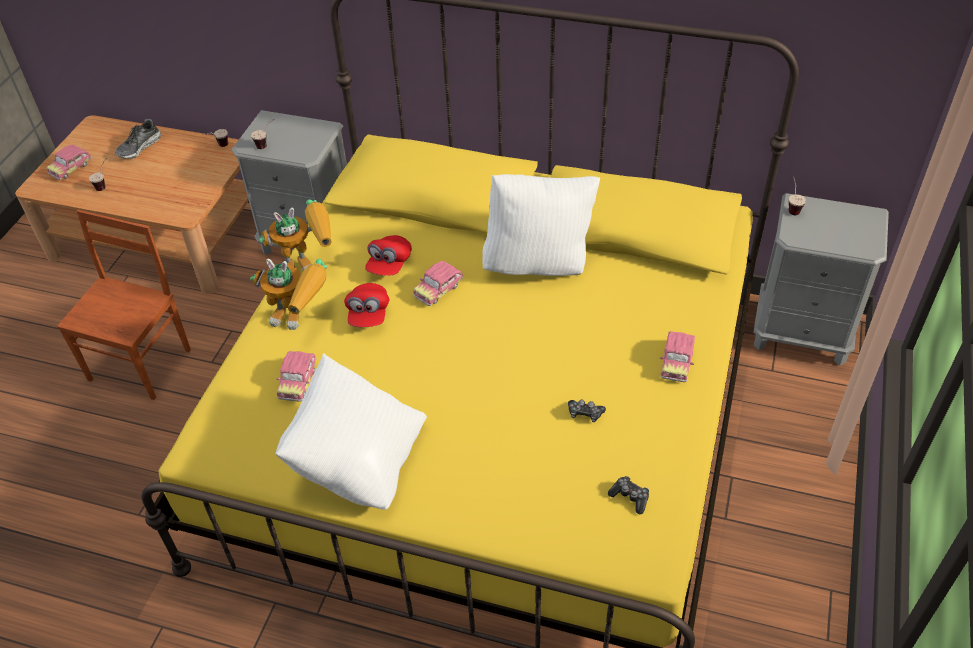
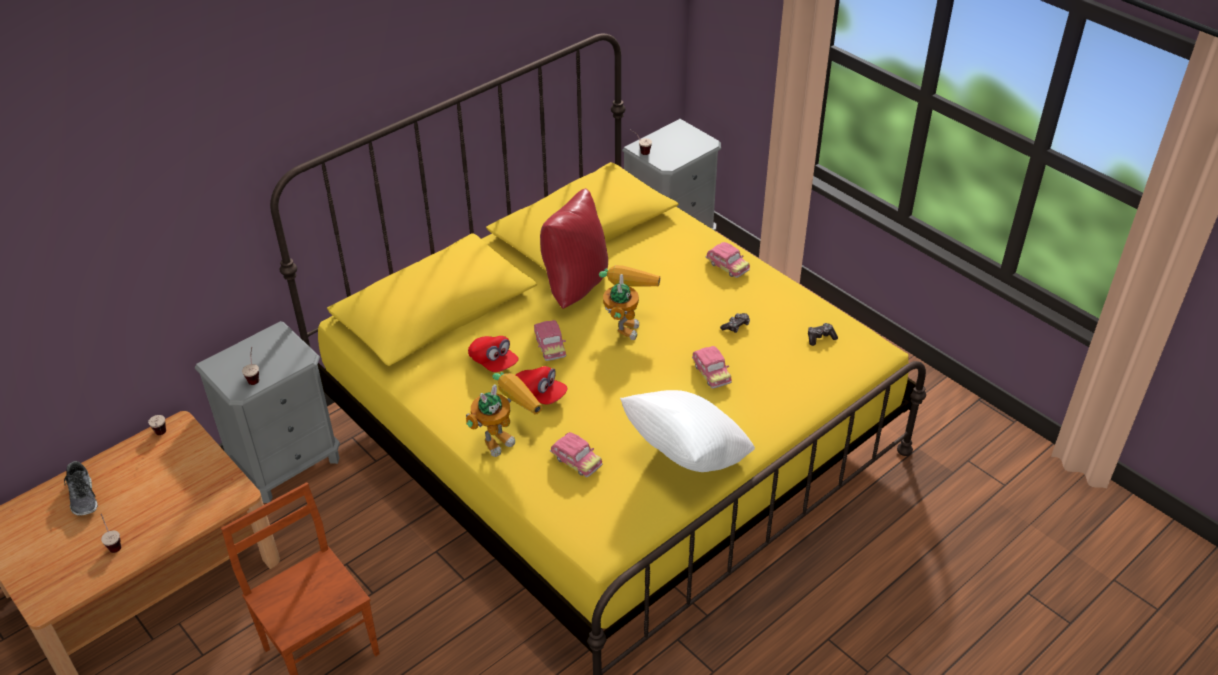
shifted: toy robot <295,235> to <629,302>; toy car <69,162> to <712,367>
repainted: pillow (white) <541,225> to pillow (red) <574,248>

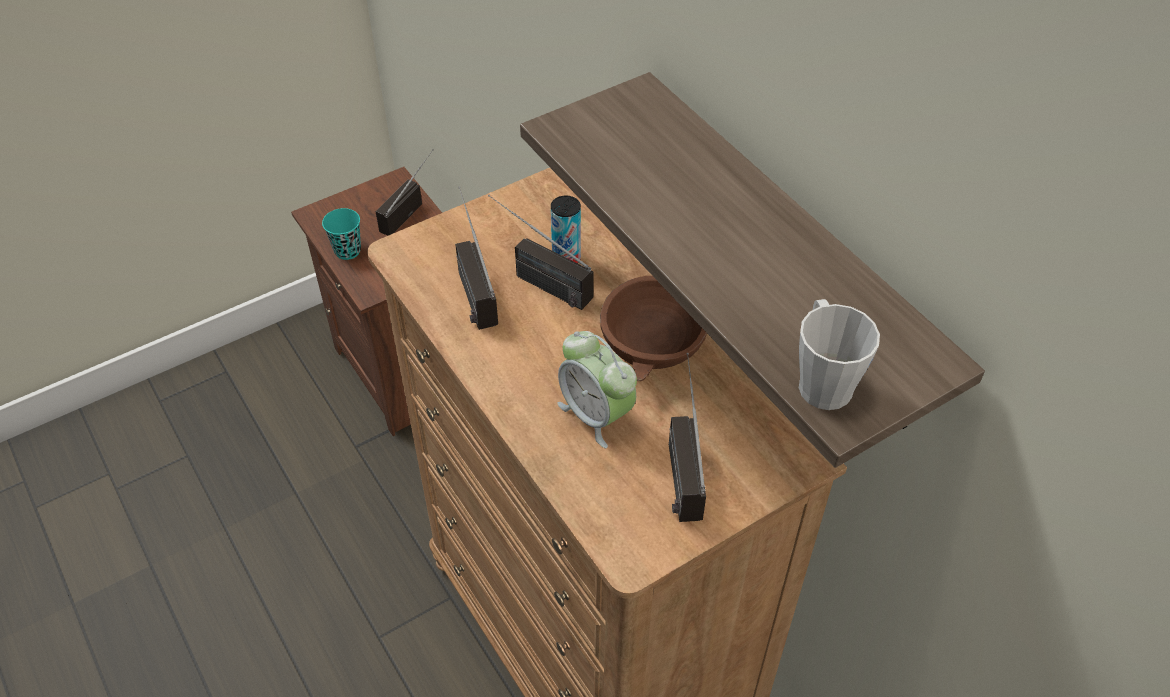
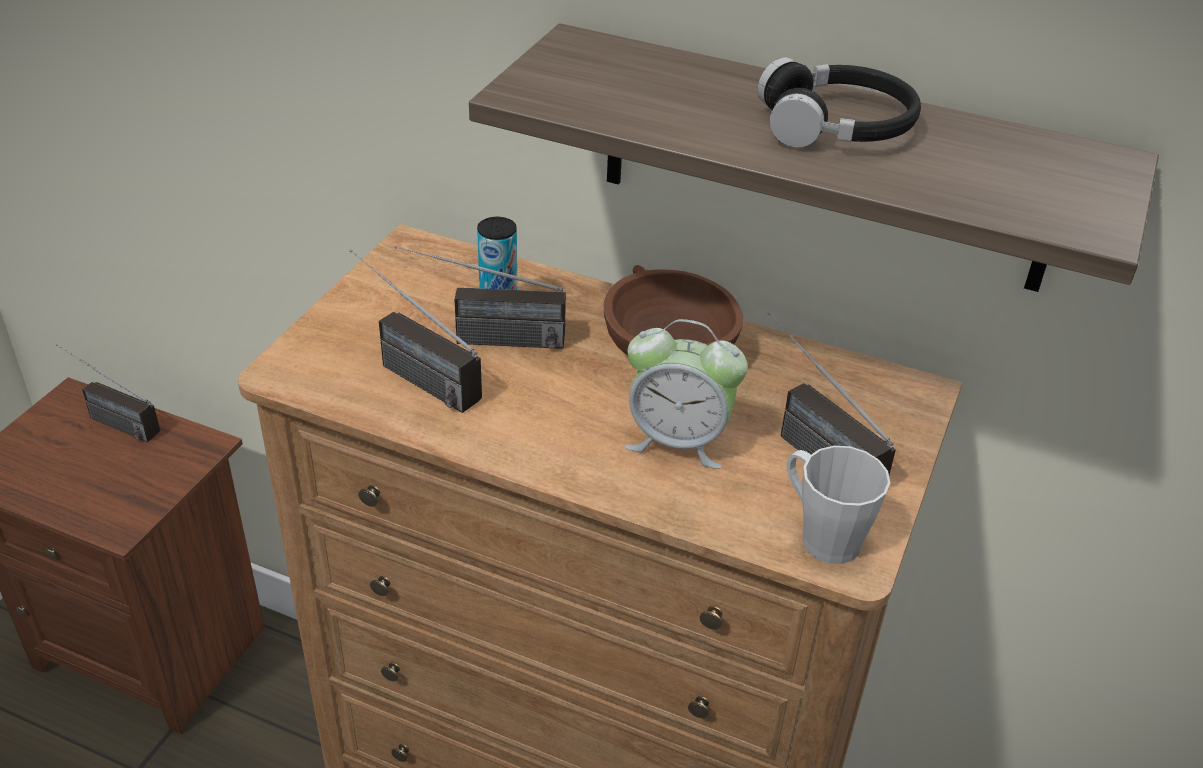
gone: cup (turquoise) <341,234>
new: headphones (black) <839,103>
shifted: mug (grey) <839,354> to <838,505>
rotated: radio <404,192> = <108,393> 60 degrees counterclockwise

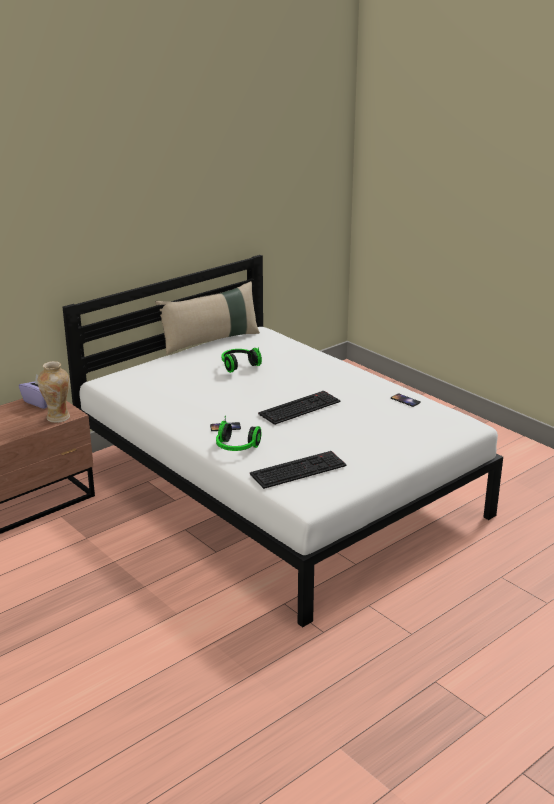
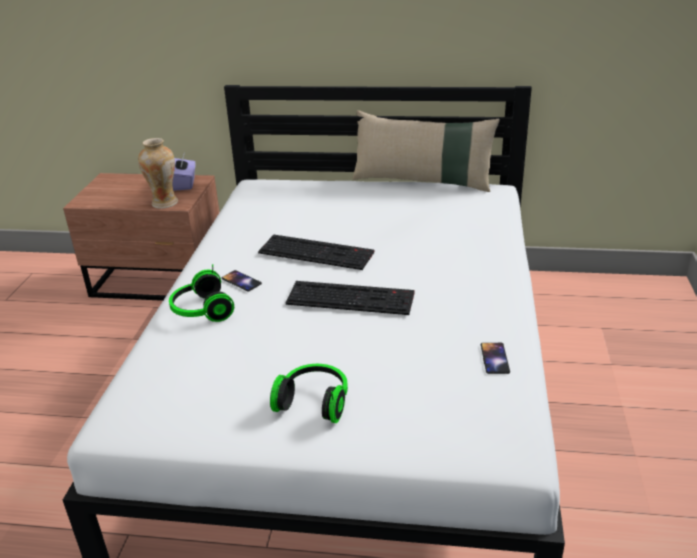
shifted: keyboard <298,470> to <316,252>; headphones <242,360> to <309,393>

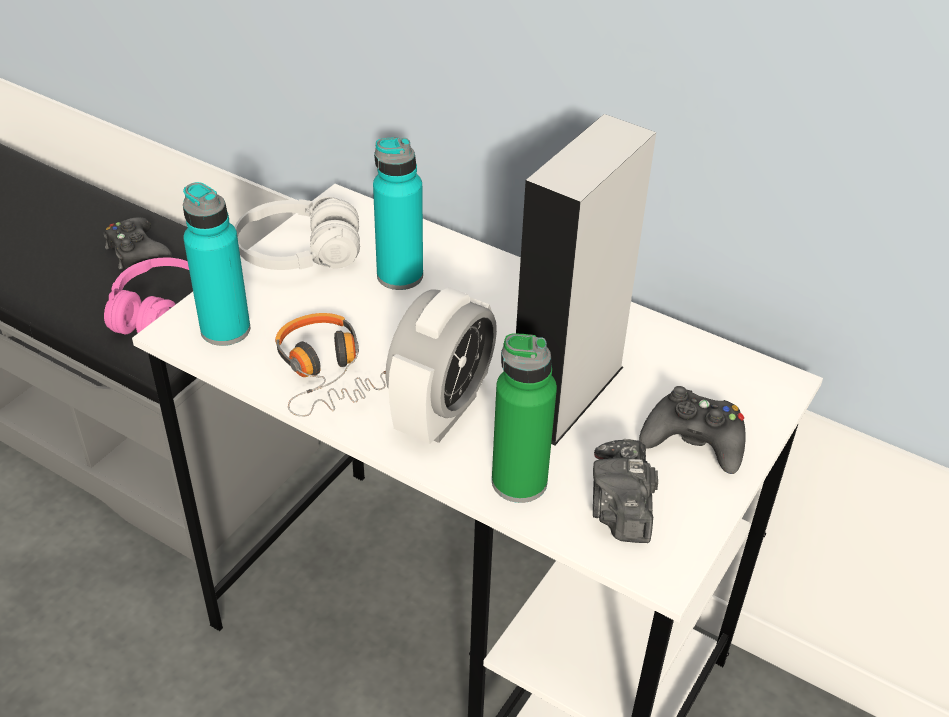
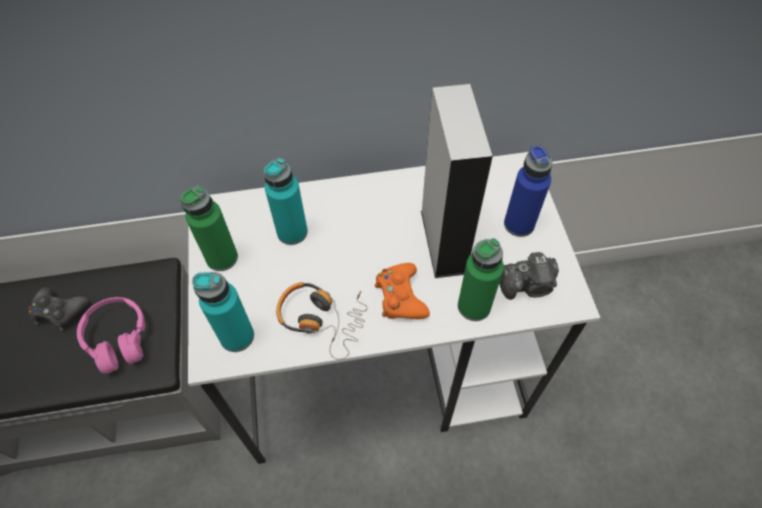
swapped: headphones (white) <297,233> to bottle (green) <209,228>; alarm clock <441,365> to game controller (orange) <402,291>; game controller (black) <692,430> to bottle (blue) <528,191>
rotated: photo camera <625,491> = <529,276> 60 degrees counterclockwise

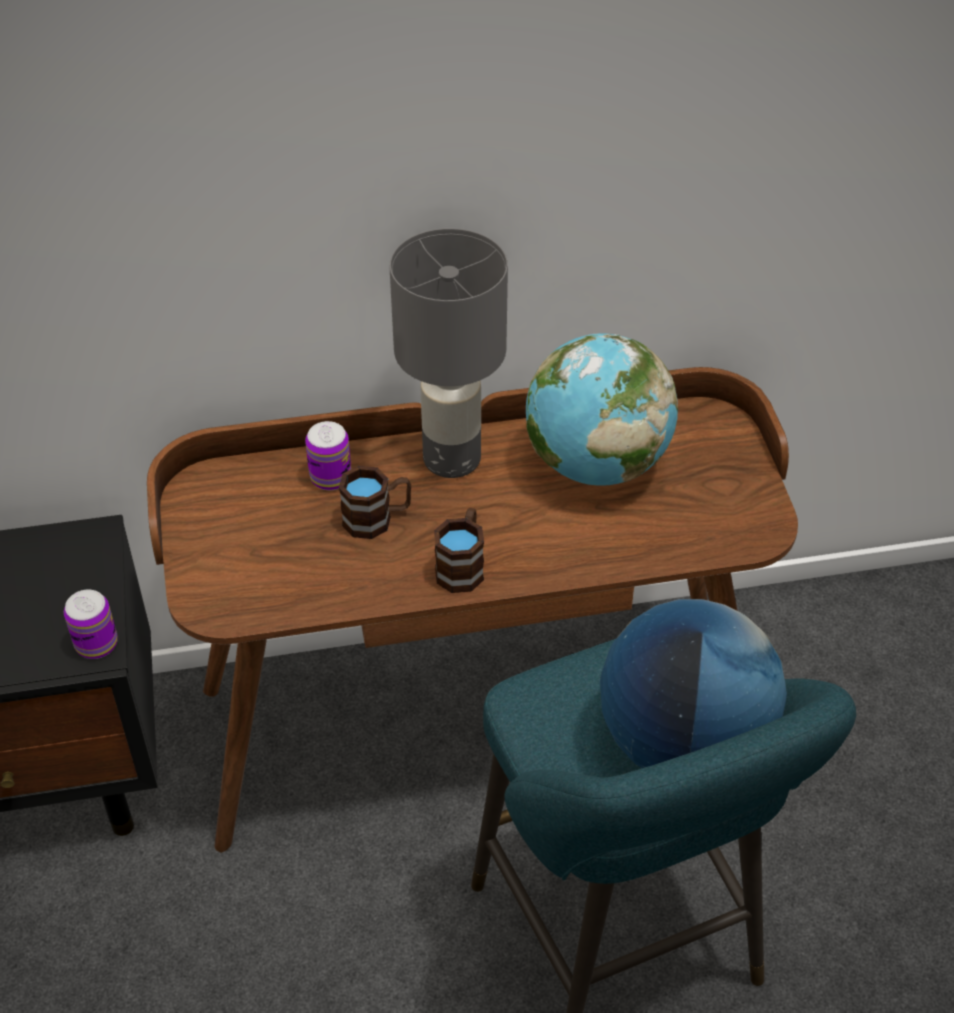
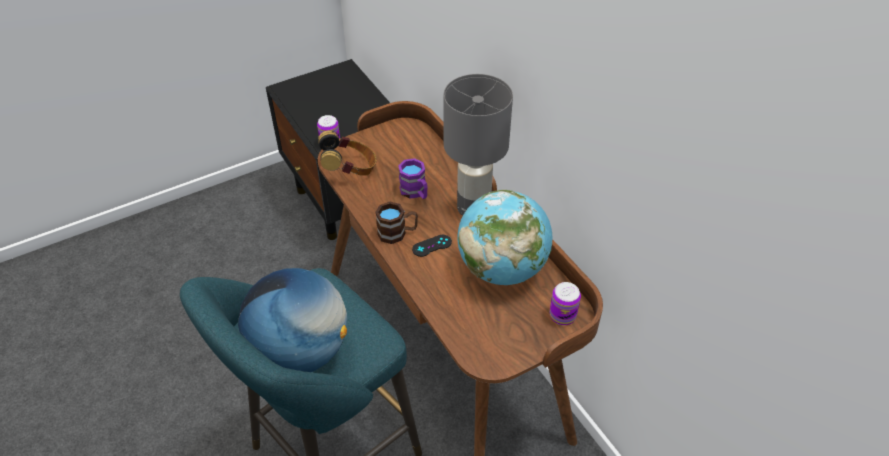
new: headphones <347,153>; game controller (black) <432,246>
shifted: can <328,455> to <565,303>
repainted: mug (brown) <375,502> to mug (purple) <413,178>

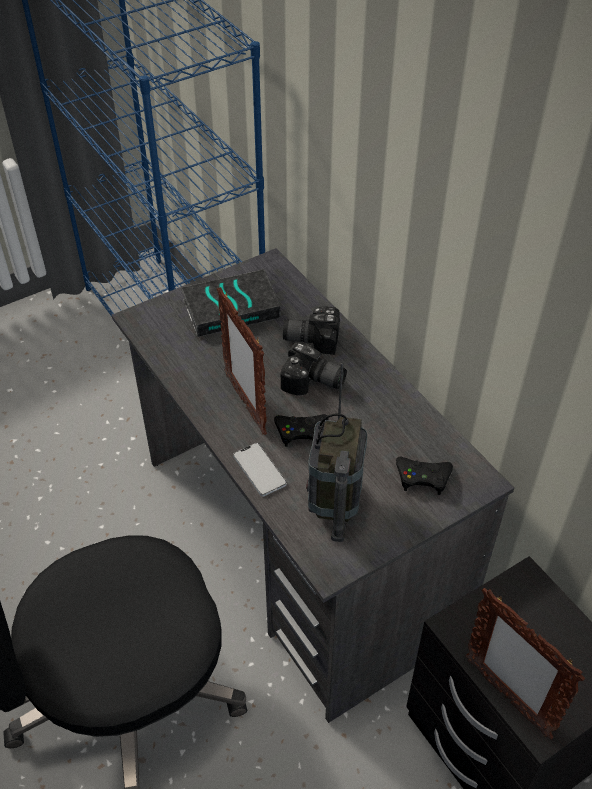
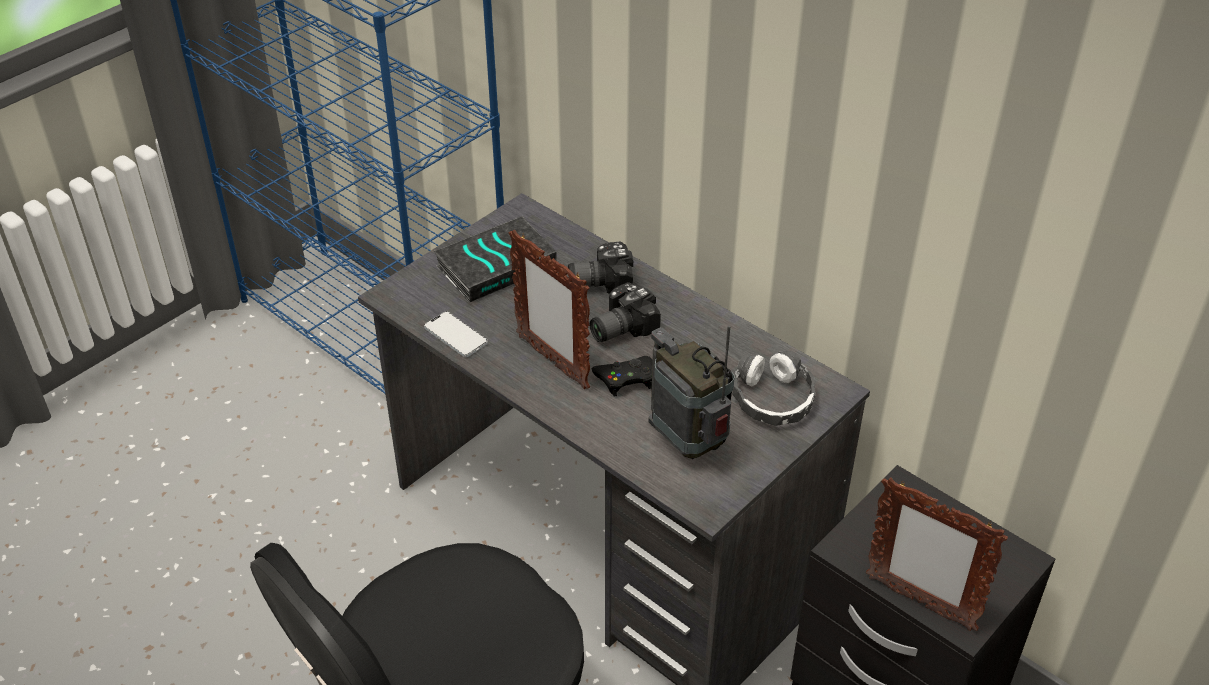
shifted: phone <260,469> to <456,334>
swapped: game controller (black) <424,476> to headphones <774,388>
rotated: photo camera <314,369> = <625,312> 135 degrees clockwise; radio <336,452> = <692,392> 150 degrees clockwise

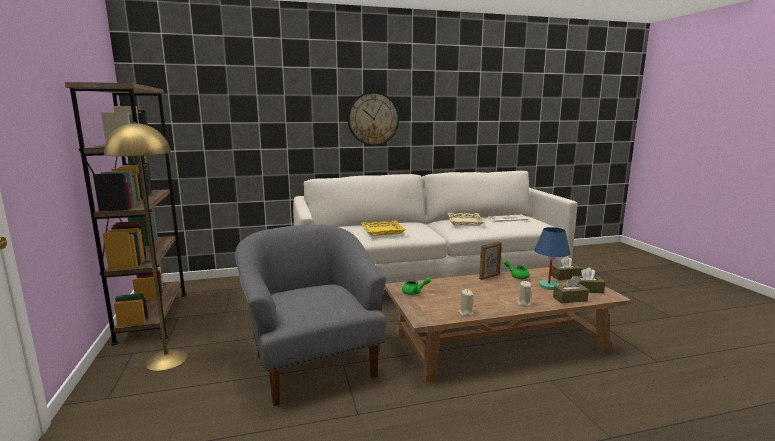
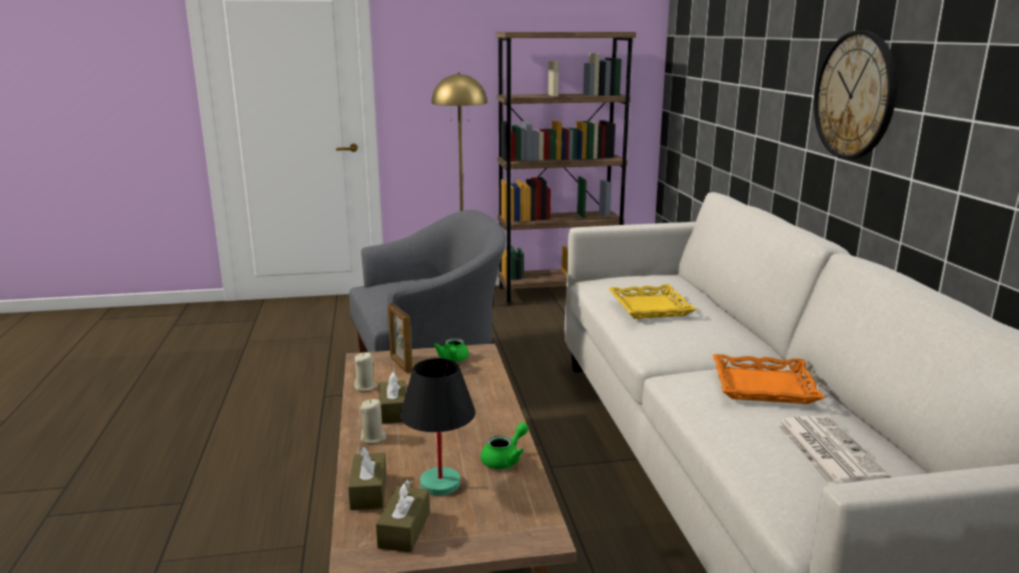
shifted: tissue box (brown) <566,268> to <392,398>; picture frame <490,260> to <400,338>
repainted: table lamp (blue) <552,258> to table lamp (black) <437,427>; tray (beige) <466,219> to tray (orange) <769,379>

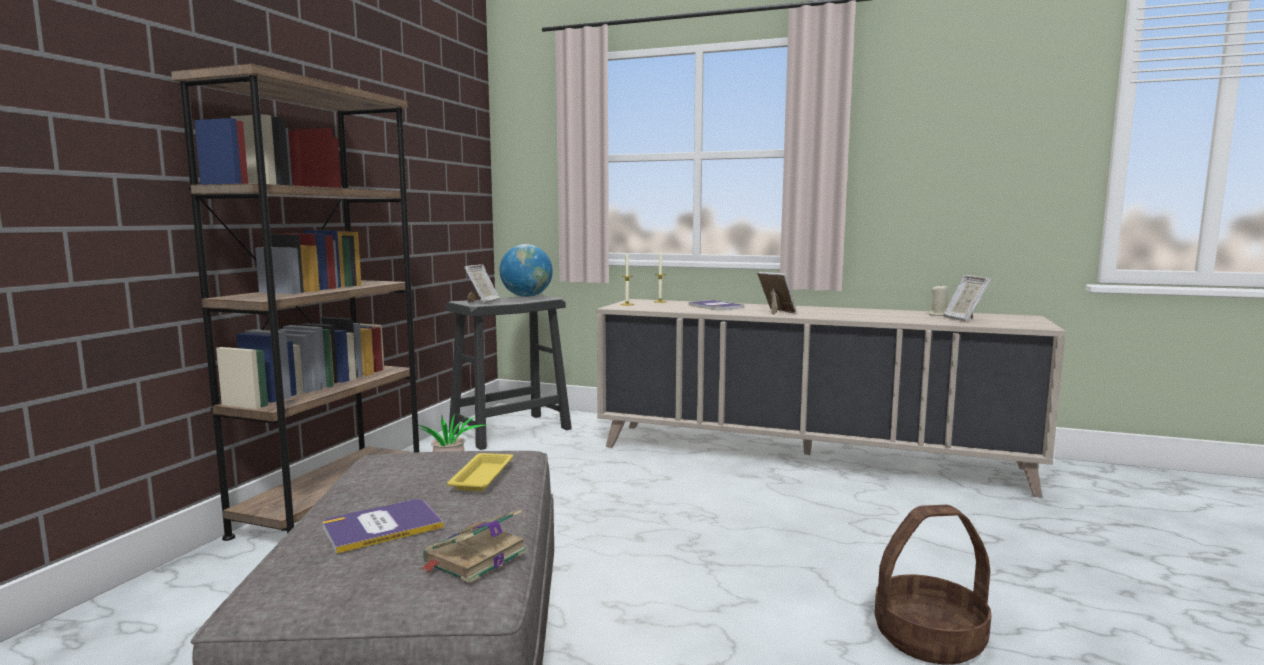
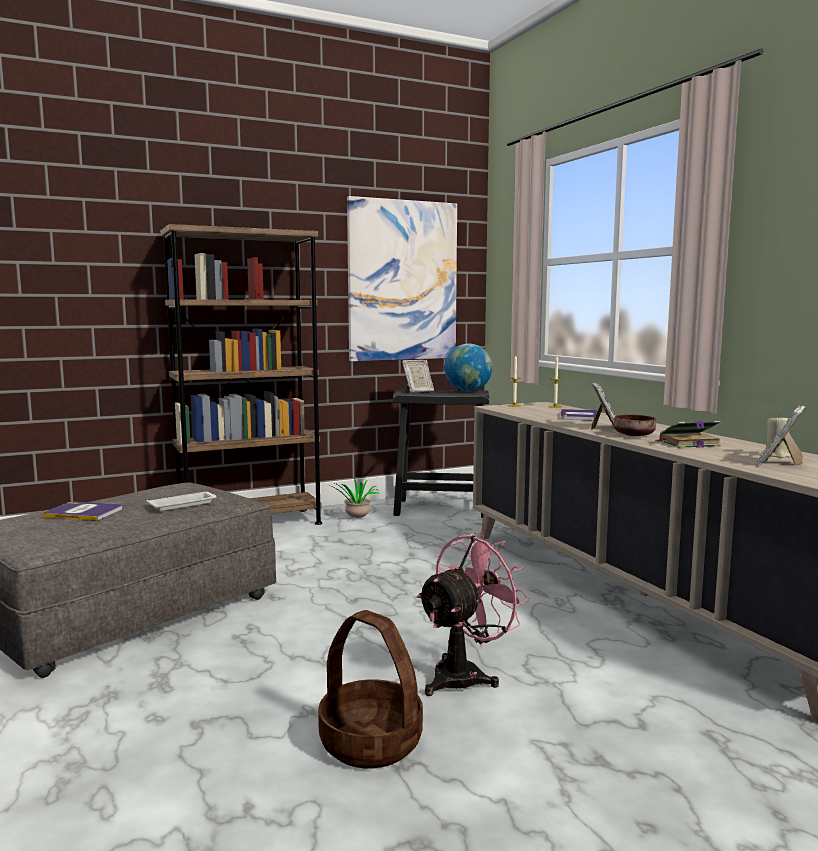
new: picture <402,279>; fan (pink) <473,614>; bowl (brown) <635,425>
shifted: book <473,546> to <688,434>
repainted: tray (yellow) <480,472> to tray (white) <181,501>

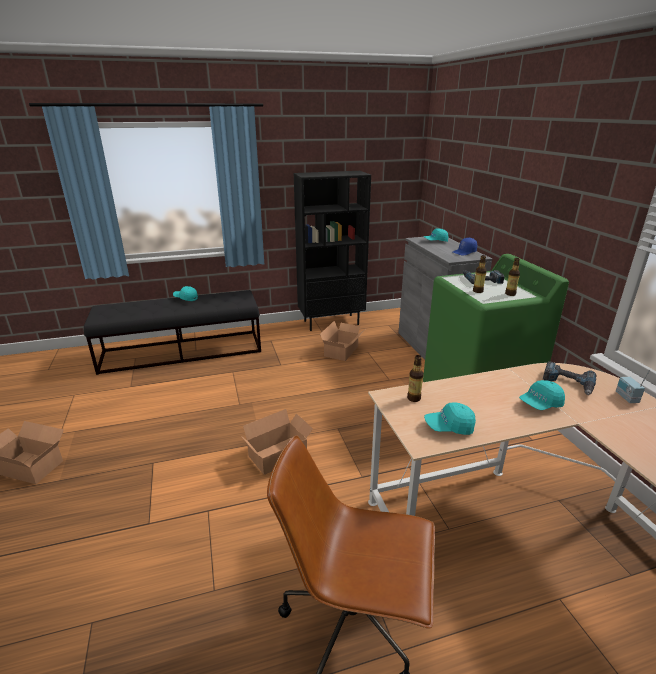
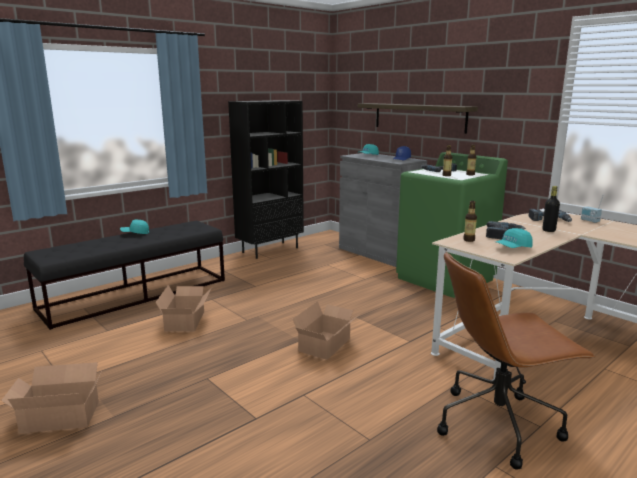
new: shelf <418,118>; power drill <506,230>
shifted: cardboard box <342,341> to <183,308>
swapped: cap (turquoise) <542,395> to bottle (black) <551,209>

